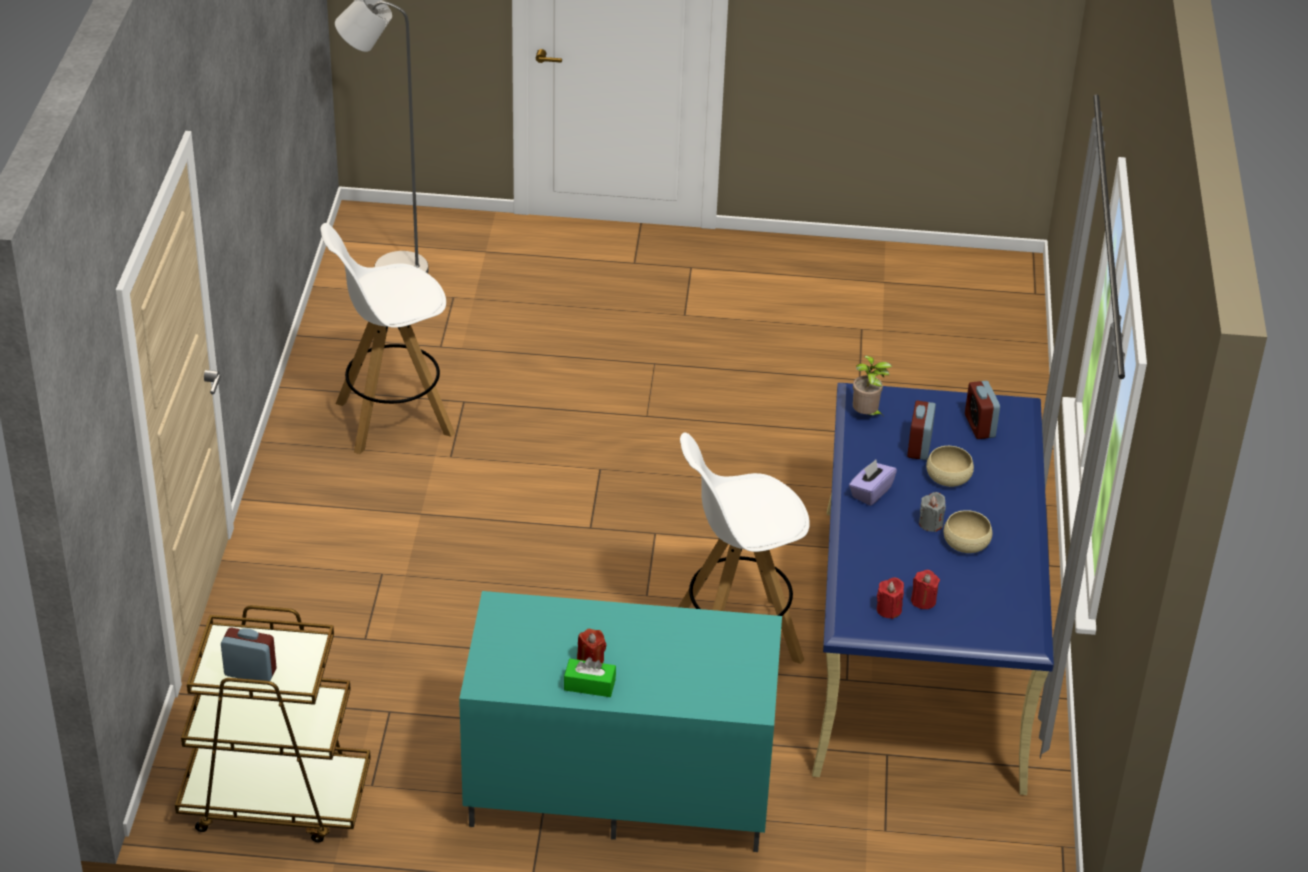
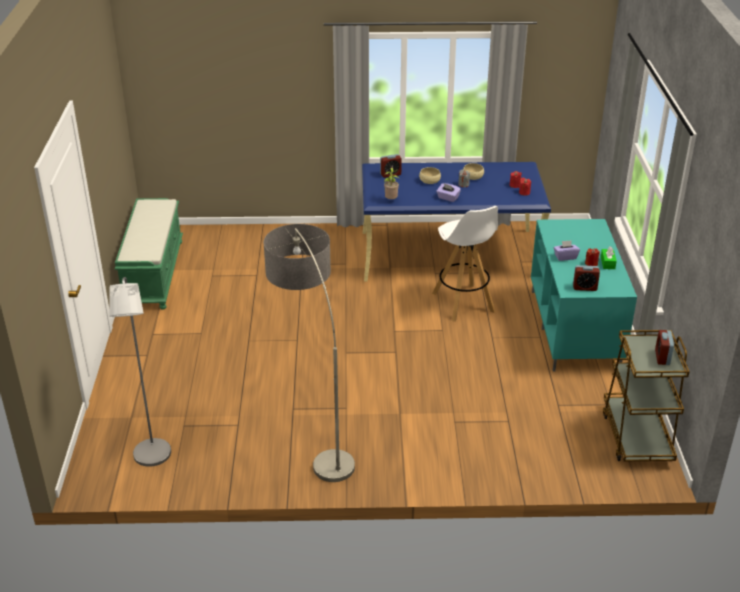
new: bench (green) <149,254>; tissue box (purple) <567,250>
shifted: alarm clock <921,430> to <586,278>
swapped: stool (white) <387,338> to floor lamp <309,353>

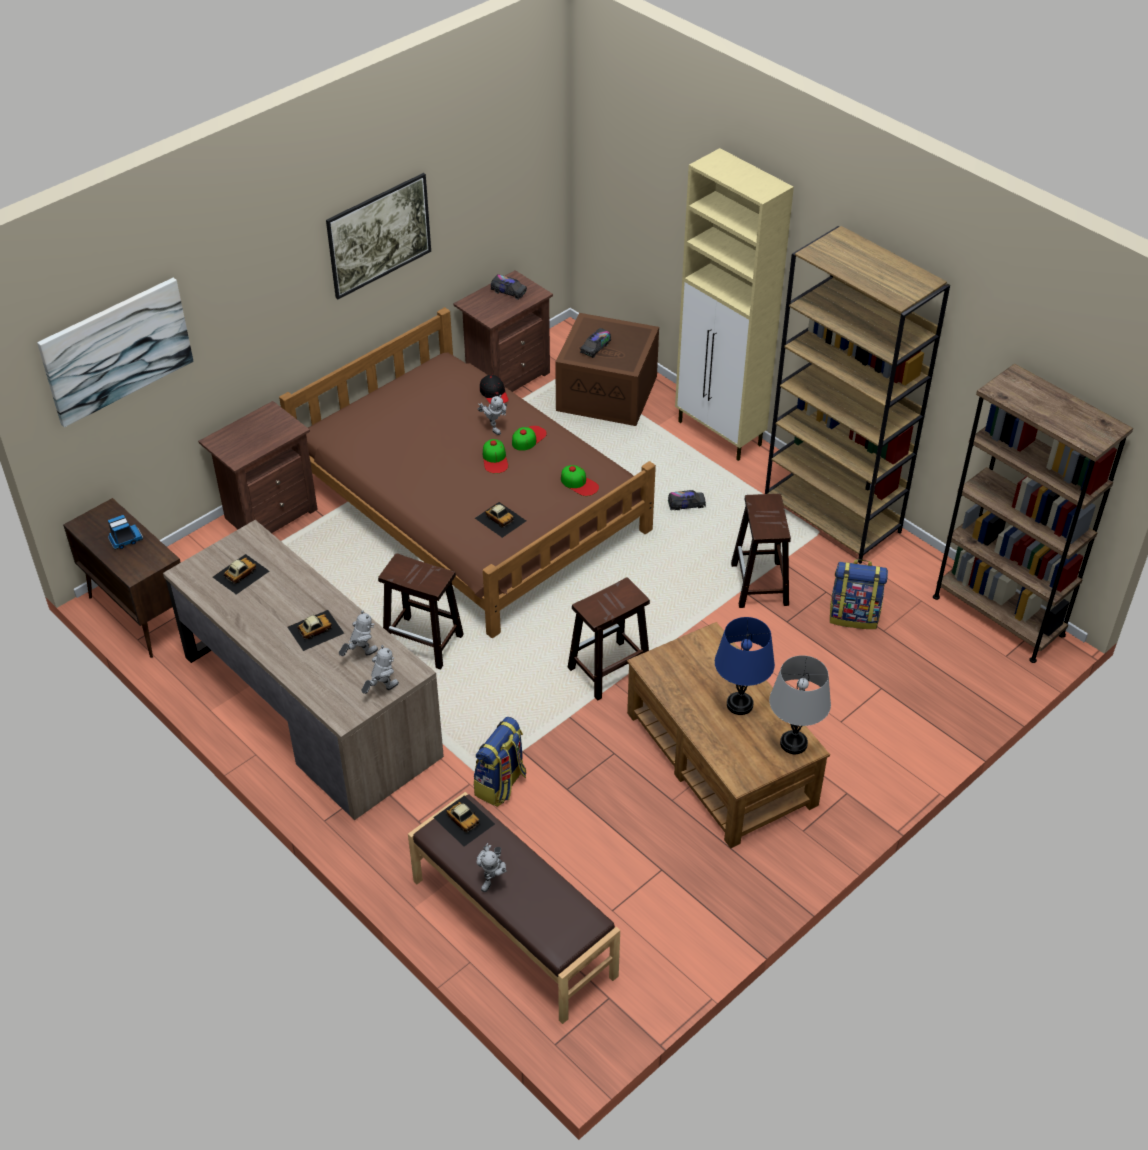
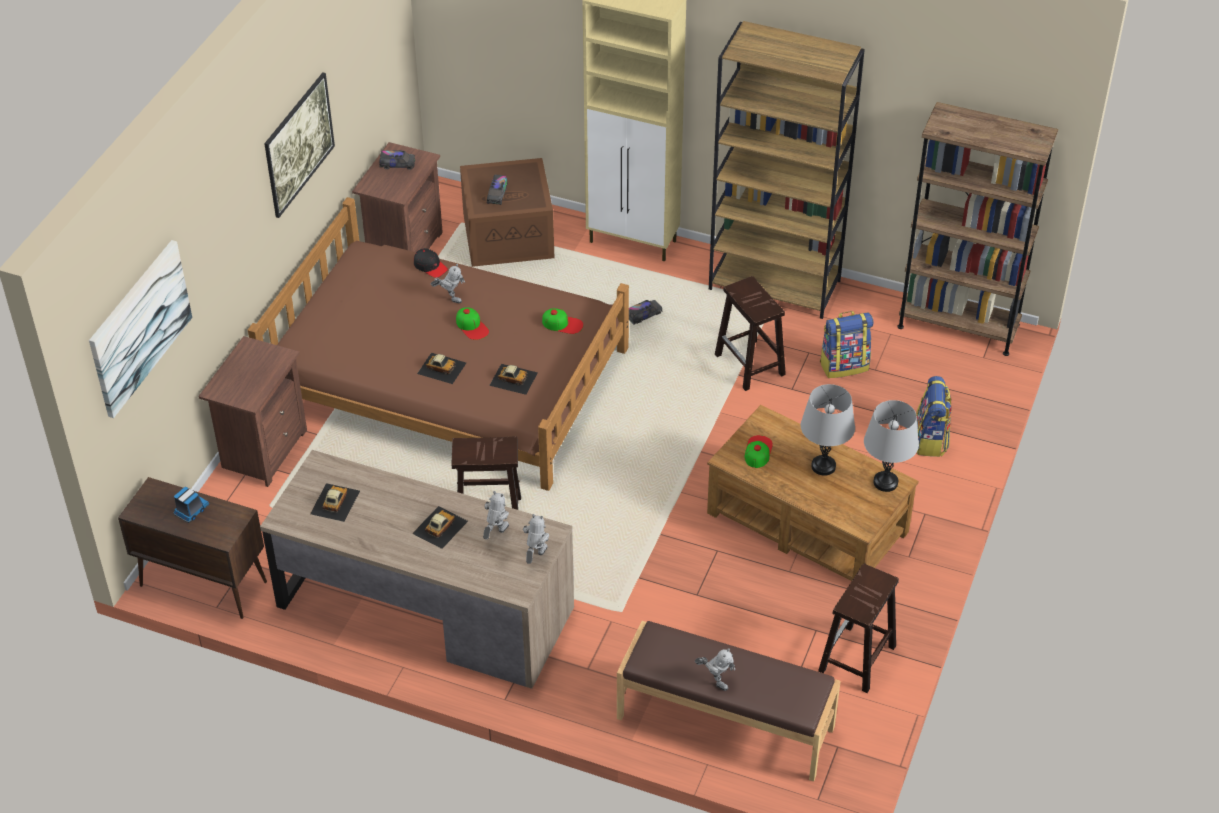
shifted: toy car <464,821> to <441,368>; cap <529,438> to <759,451>; stool (brown) <608,639> to <858,628>; backpack <500,762> to <934,416>
repainted: table lamp (blue) <745,666> to table lamp (grey) <828,430>
rotated: toy robot <491,867> = <715,669> 45 degrees counterclockwise

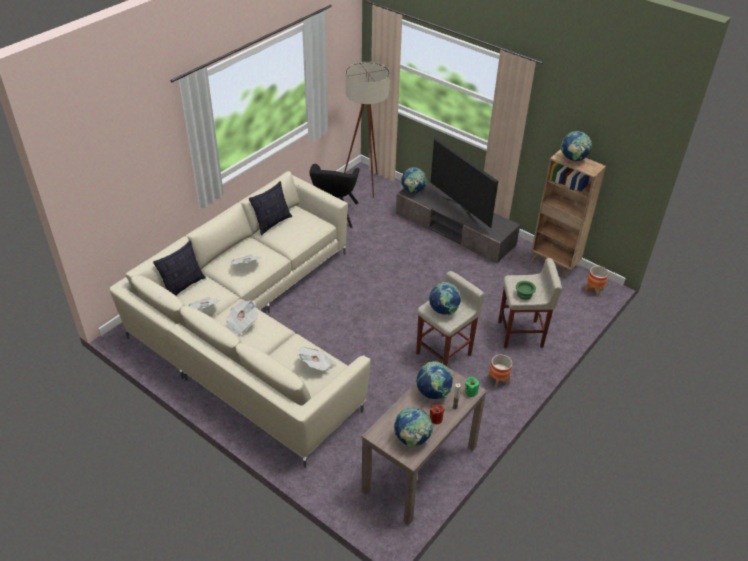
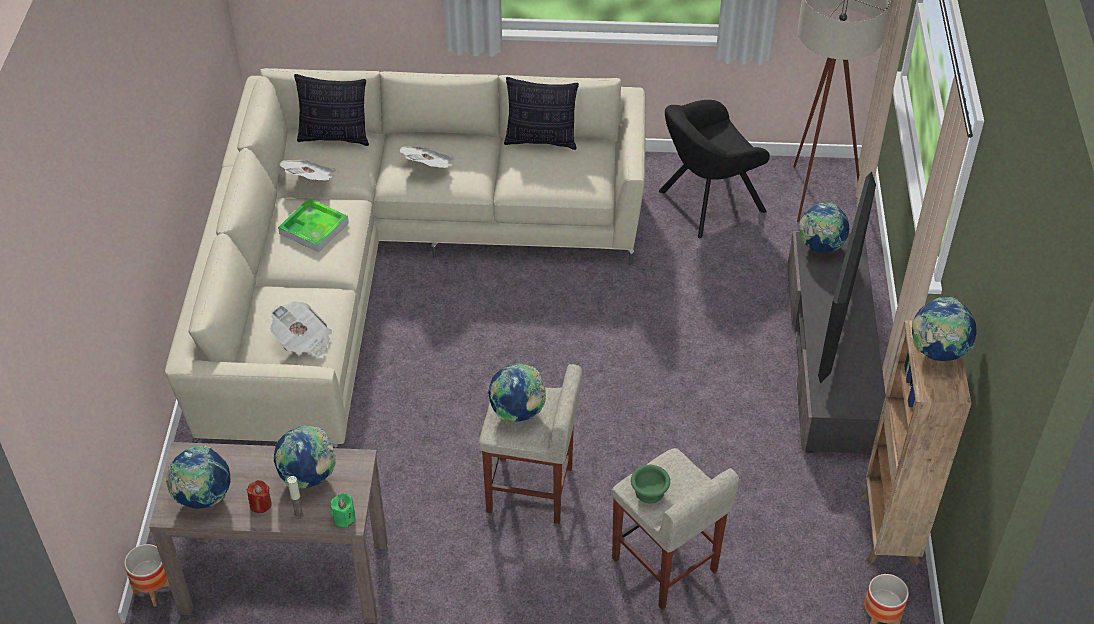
shifted: planter <500,371> to <147,575>
swapped: newspaper <241,318> to tray <313,225>

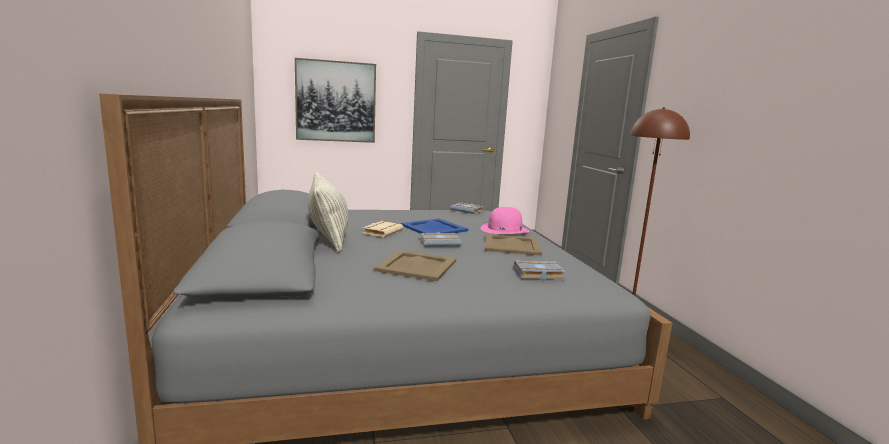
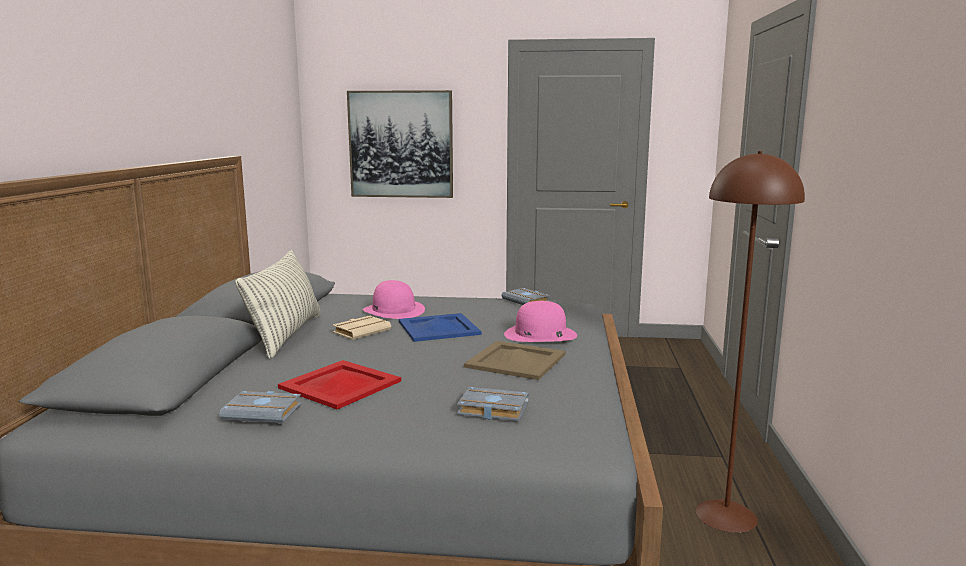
new: hat (pink) <394,299>
shifted: book (grey) <441,239> to <260,407>
repainted: tray (beige) <415,265> to tray (red) <339,384>

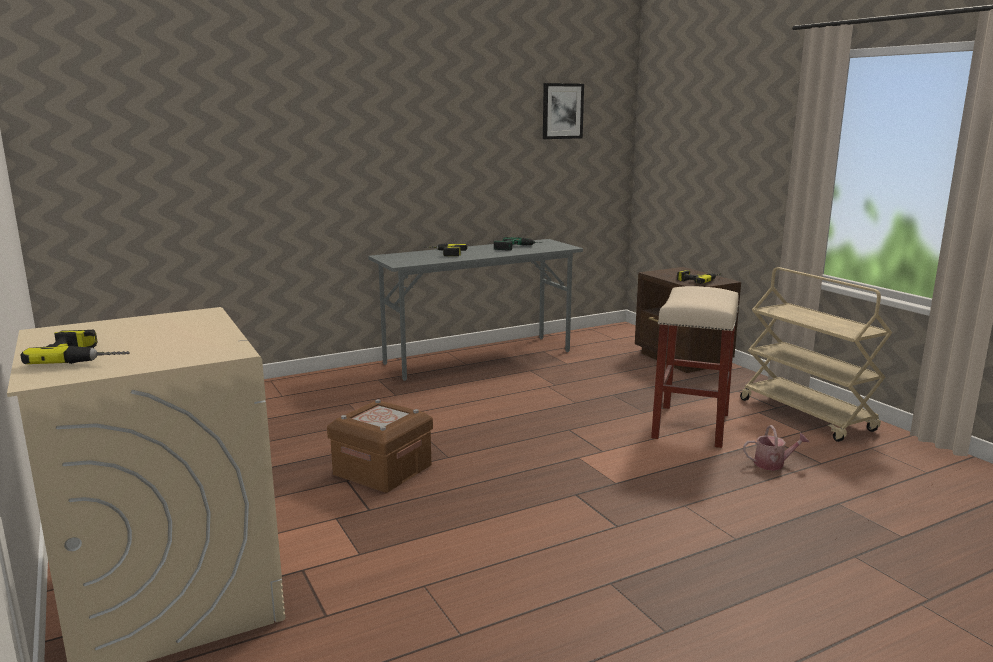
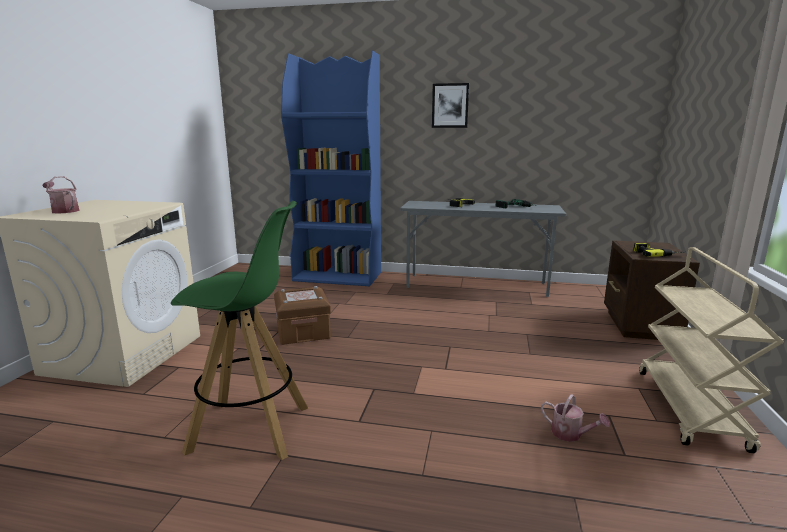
gone: stool (beige) <695,367>
new: stool (green) <239,330>; bookcase (blue) <331,168>
shifted: picture <563,111> to <450,105>
swapped: power drill <75,347> to watering can <61,194>

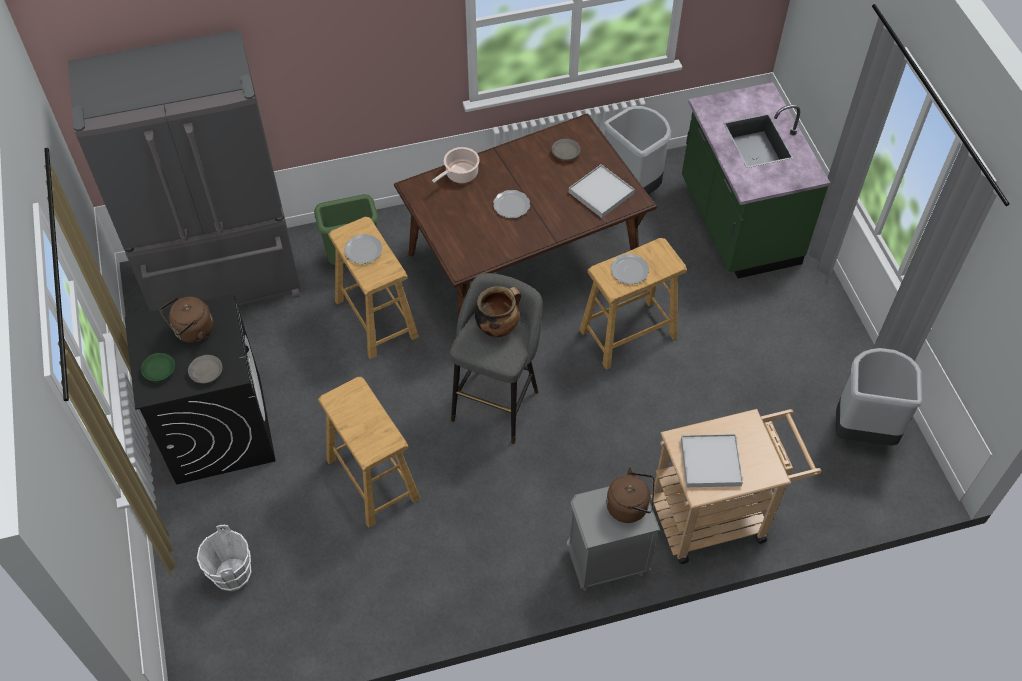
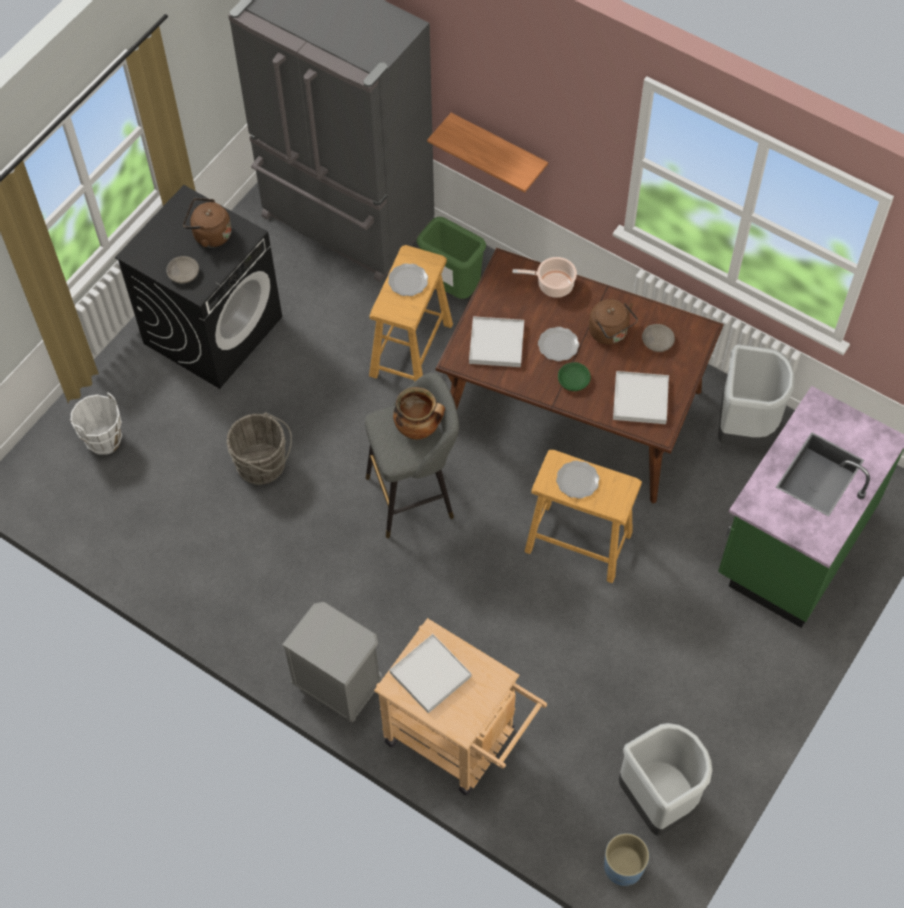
new: shelf <487,152>; tray (white) <496,341>; planter (blue) <626,859>
shifted: bowl (green) <158,367> to <574,376>; kettle (brown) <630,495> to <613,322>
swapped: stool (beige) <369,452> to bucket (grey) <259,448>

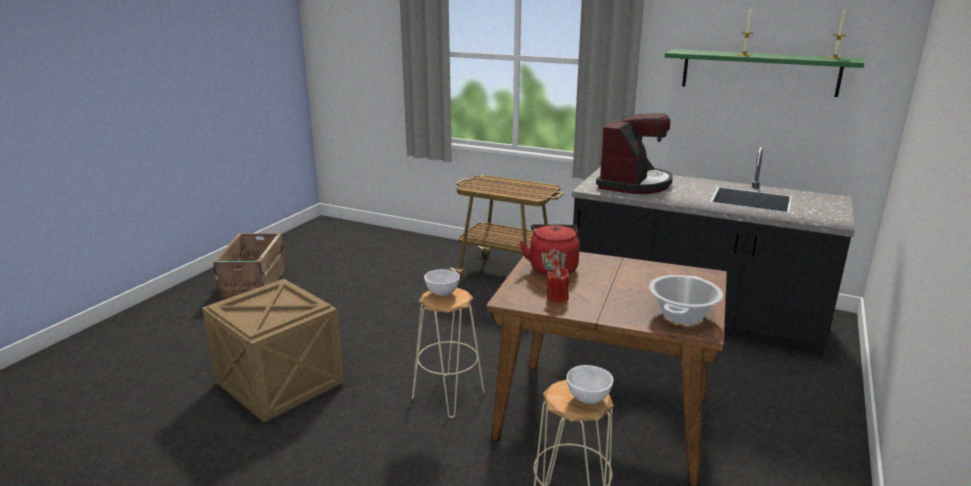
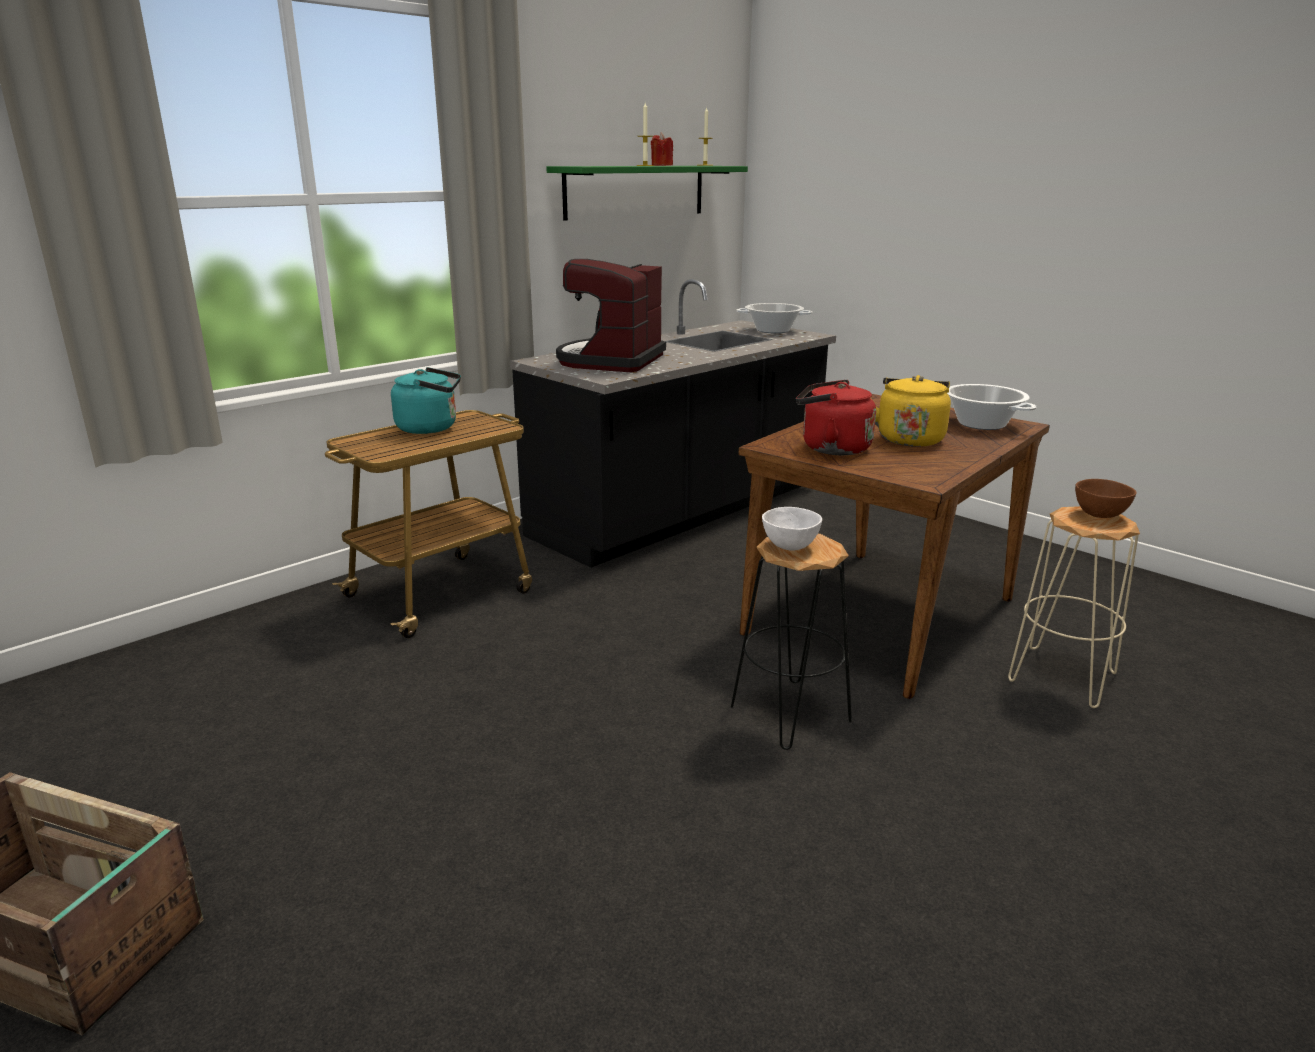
gone: crate <273,350>
new: kettle (turquoise) <426,400>; cooking pot <774,318>; kettle (yellow) <910,411>
shifted: candle (red) <558,285> to <662,149>
repainted: stool (beige) <448,353> to stool (black) <791,642>; bowl (white) <589,384> to bowl (brown) <1106,498>
rotated: coffee machine <634,153> = <611,315> 120 degrees counterclockwise

